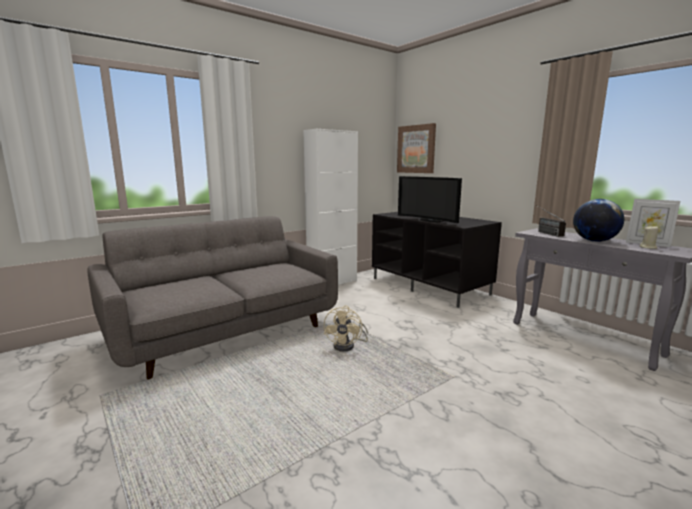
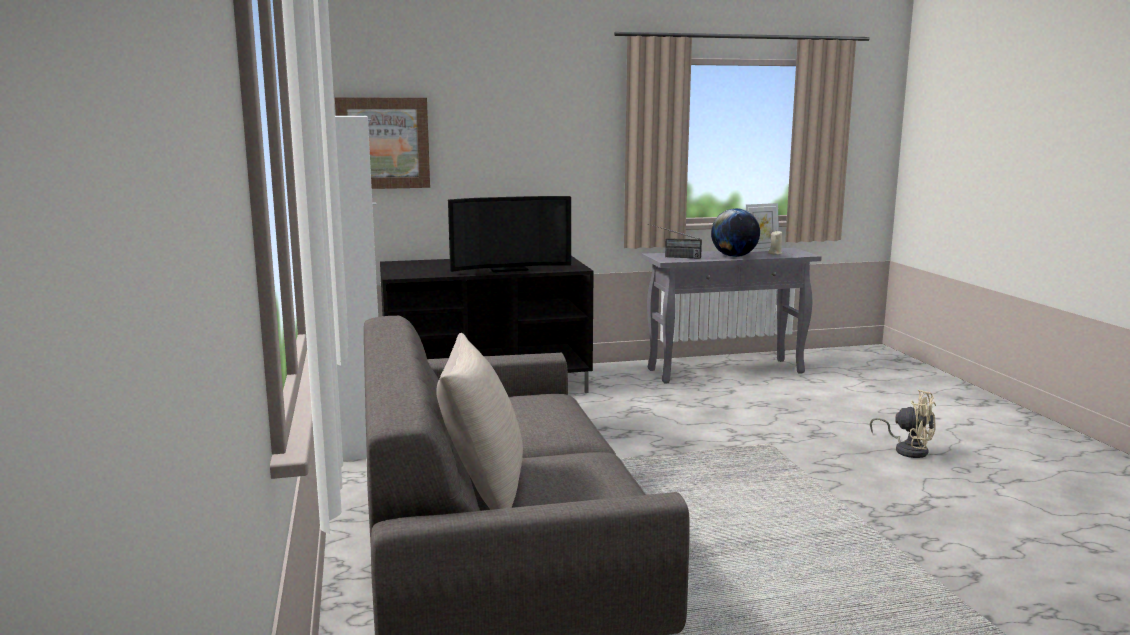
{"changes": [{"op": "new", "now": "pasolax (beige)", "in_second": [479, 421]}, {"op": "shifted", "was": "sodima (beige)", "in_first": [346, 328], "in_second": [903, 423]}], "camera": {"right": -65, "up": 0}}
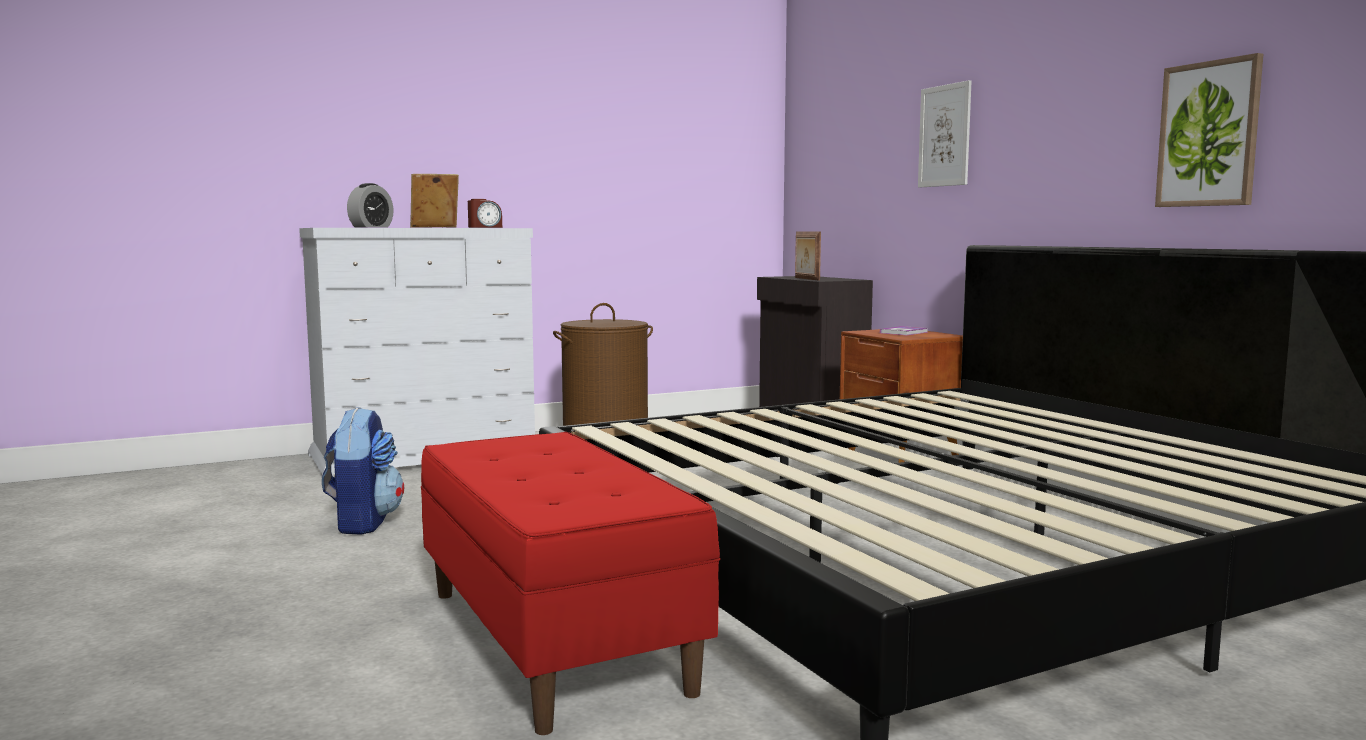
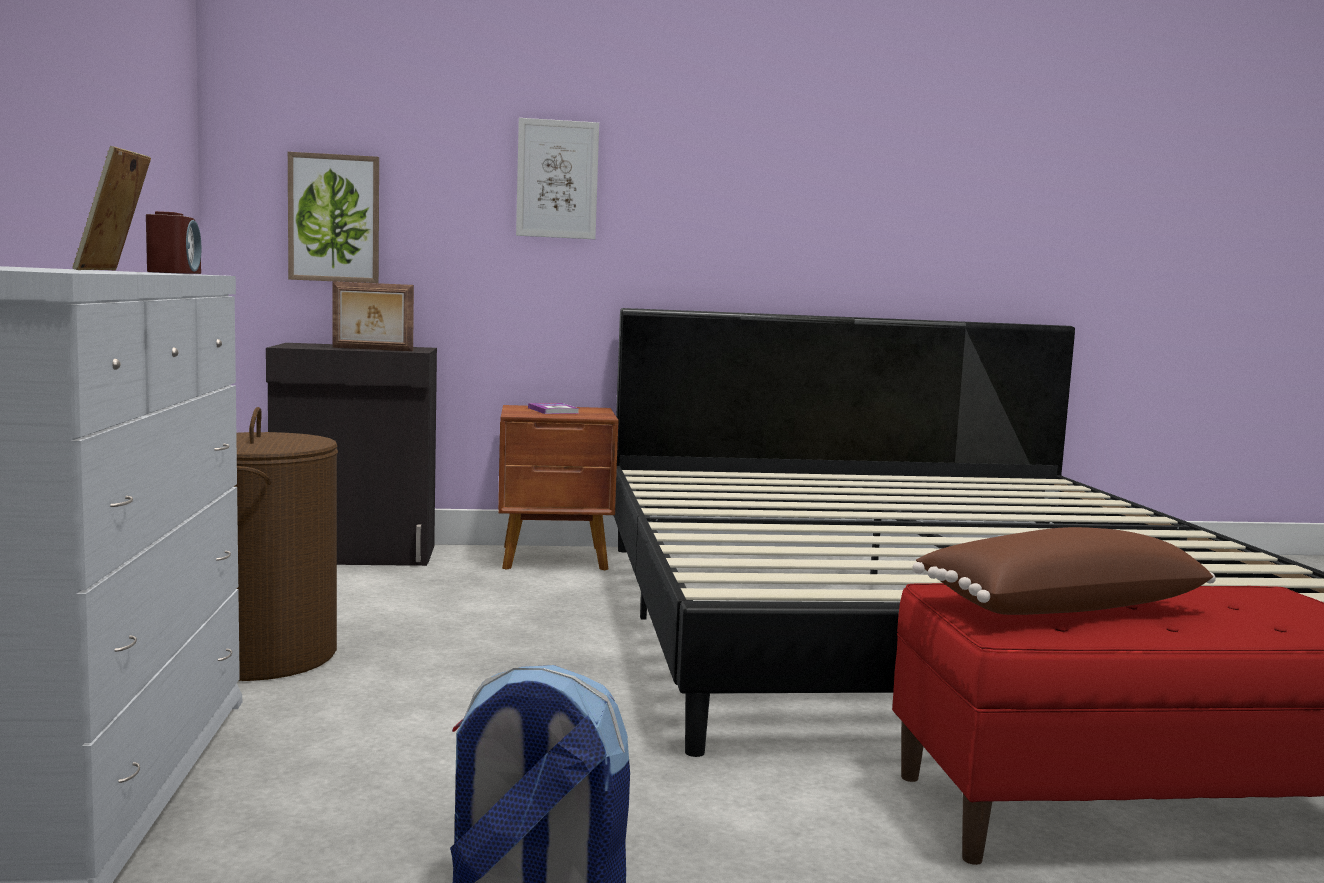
{"changes": [{"op": "shifted", "was": "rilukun", "in_first": [1209, 130], "in_second": [333, 217]}, {"op": "new", "now": "pasolax (brown)", "in_second": [1064, 571]}, {"op": "gone", "was": "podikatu", "in_first": [370, 205]}], "camera": {"right": -70, "up": 0}}
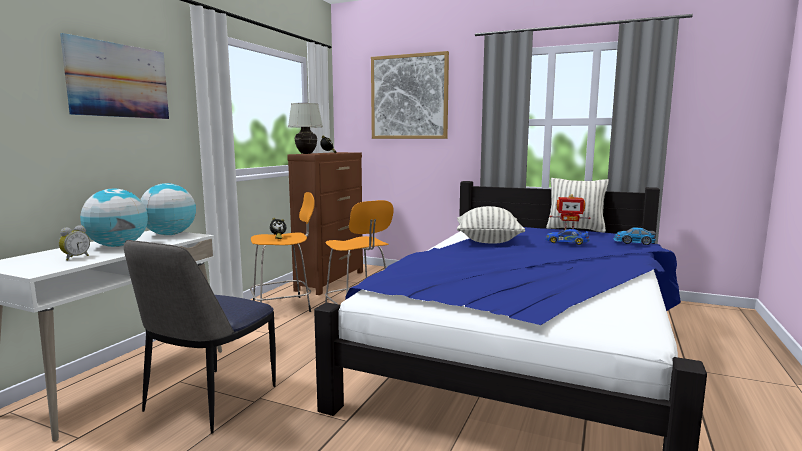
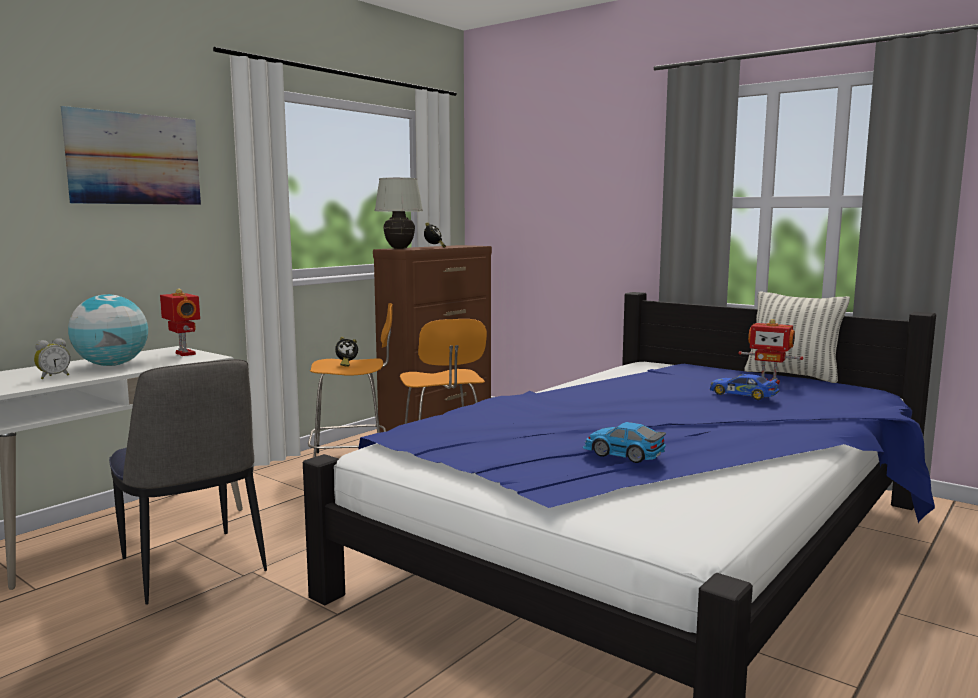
{"changes": [{"op": "rotated", "was": "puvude", "in_first": [200, 337], "in_second": [188, 482], "clockwise": -75}, {"op": "swapped", "was": "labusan", "now": "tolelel", "in_first": [168, 209], "in_second": [180, 322]}, {"op": "shifted", "was": "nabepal", "in_first": [634, 236], "in_second": [624, 442]}, {"op": "gone", "was": "rilukun", "in_first": [410, 95]}, {"op": "gone", "was": "pasolax", "in_first": [491, 225]}], "camera": {"right": 15, "up": 0}}
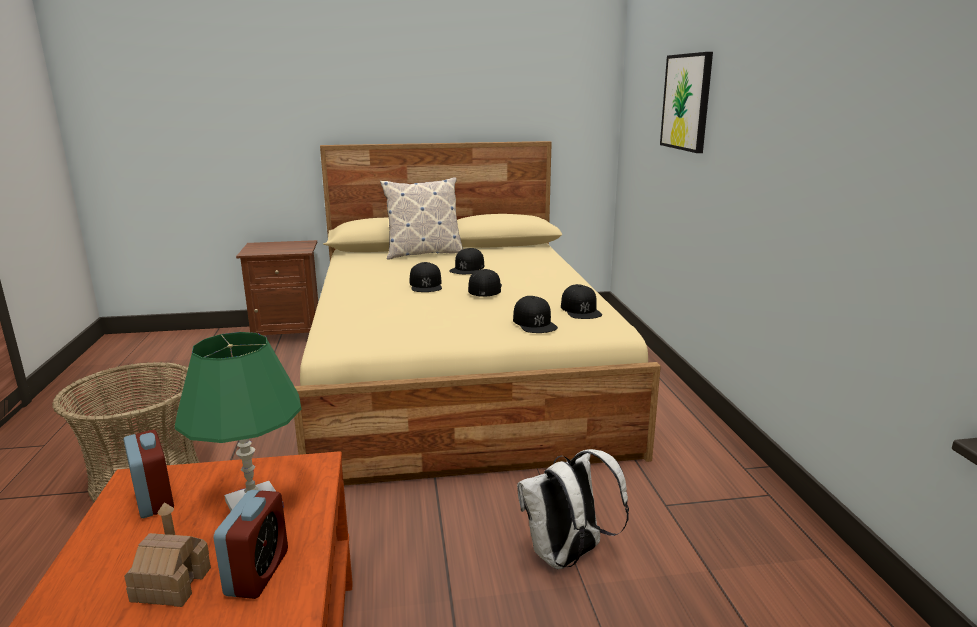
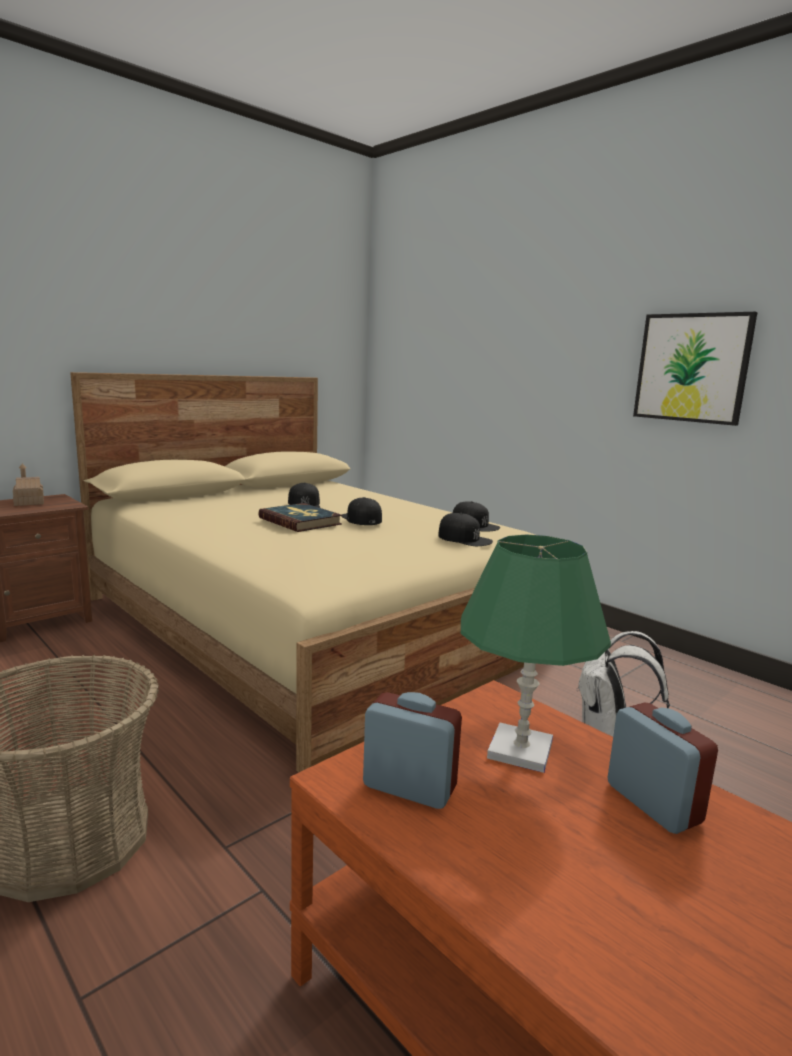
{"changes": [{"op": "shifted", "was": "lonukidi", "in_first": [167, 554], "in_second": [28, 484]}, {"op": "swapped", "was": "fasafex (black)", "now": "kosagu", "in_first": [426, 277], "in_second": [300, 517]}, {"op": "shifted", "was": "rilukun", "in_first": [686, 102], "in_second": [695, 369]}, {"op": "gone", "was": "pasolax", "in_first": [421, 218]}], "camera": {"right": -35, "up": -5}}
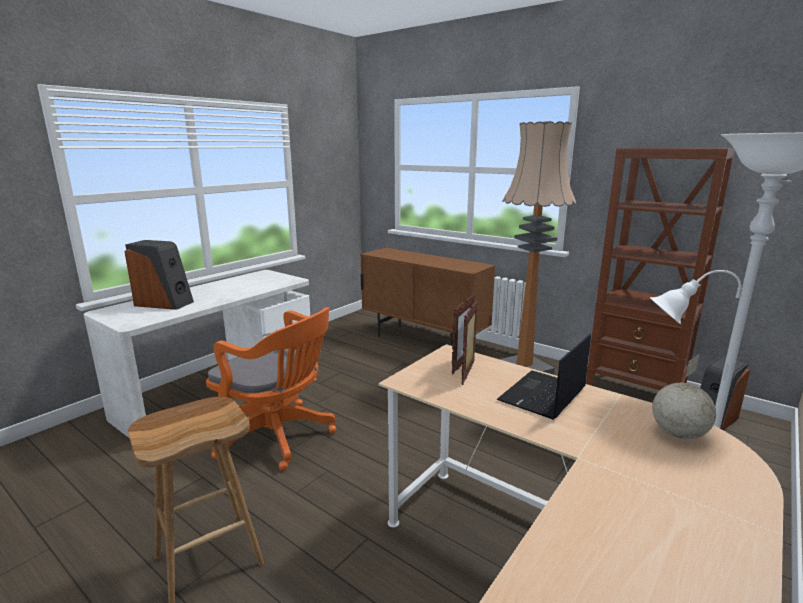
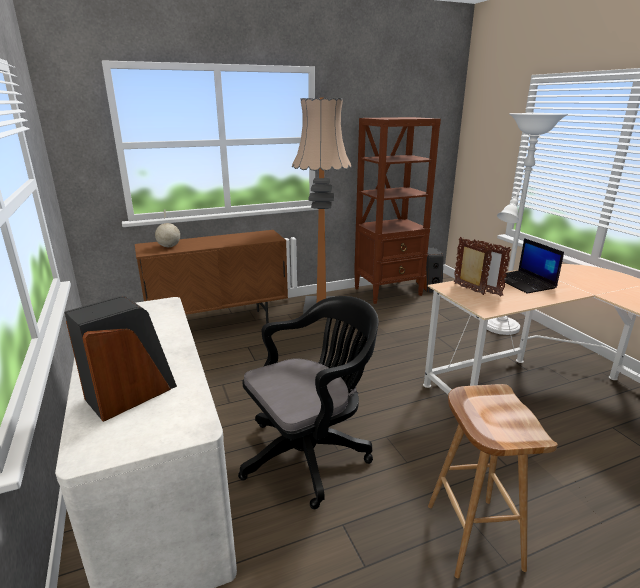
{"changes": [{"op": "shifted", "was": "labusan", "in_first": [684, 397], "in_second": [167, 228]}, {"op": "repainted", "was": "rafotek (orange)", "now": "rafotek (black)", "in_first": [271, 389], "in_second": [308, 402]}], "camera": {"right": -60, "up": 5}}
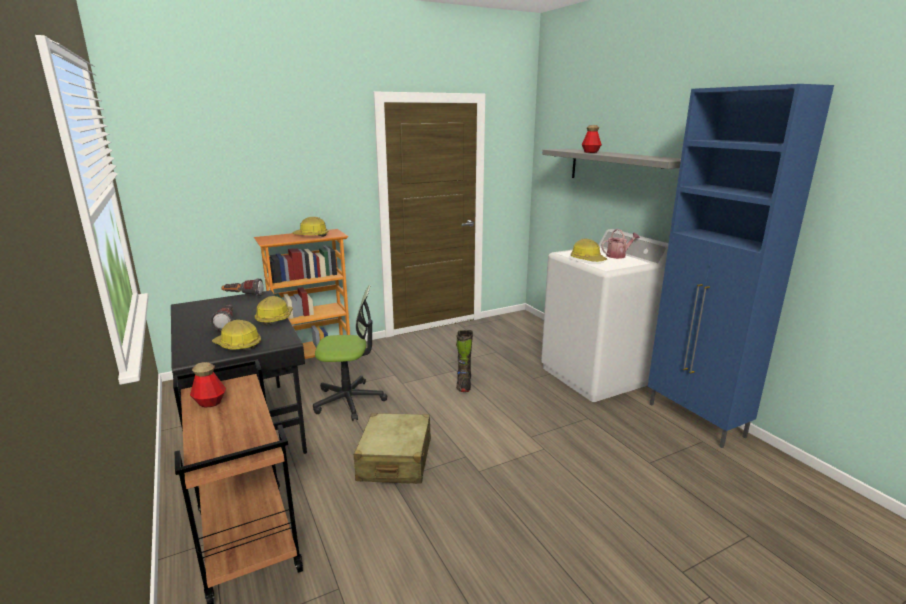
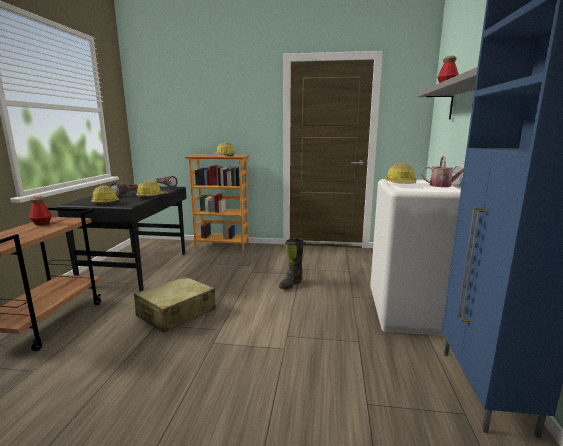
{"changes": [{"op": "gone", "was": "rafotek", "in_first": [350, 353]}], "camera": {"right": 35, "up": -5}}
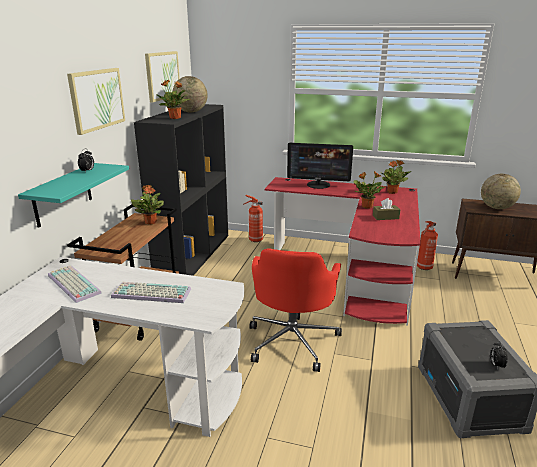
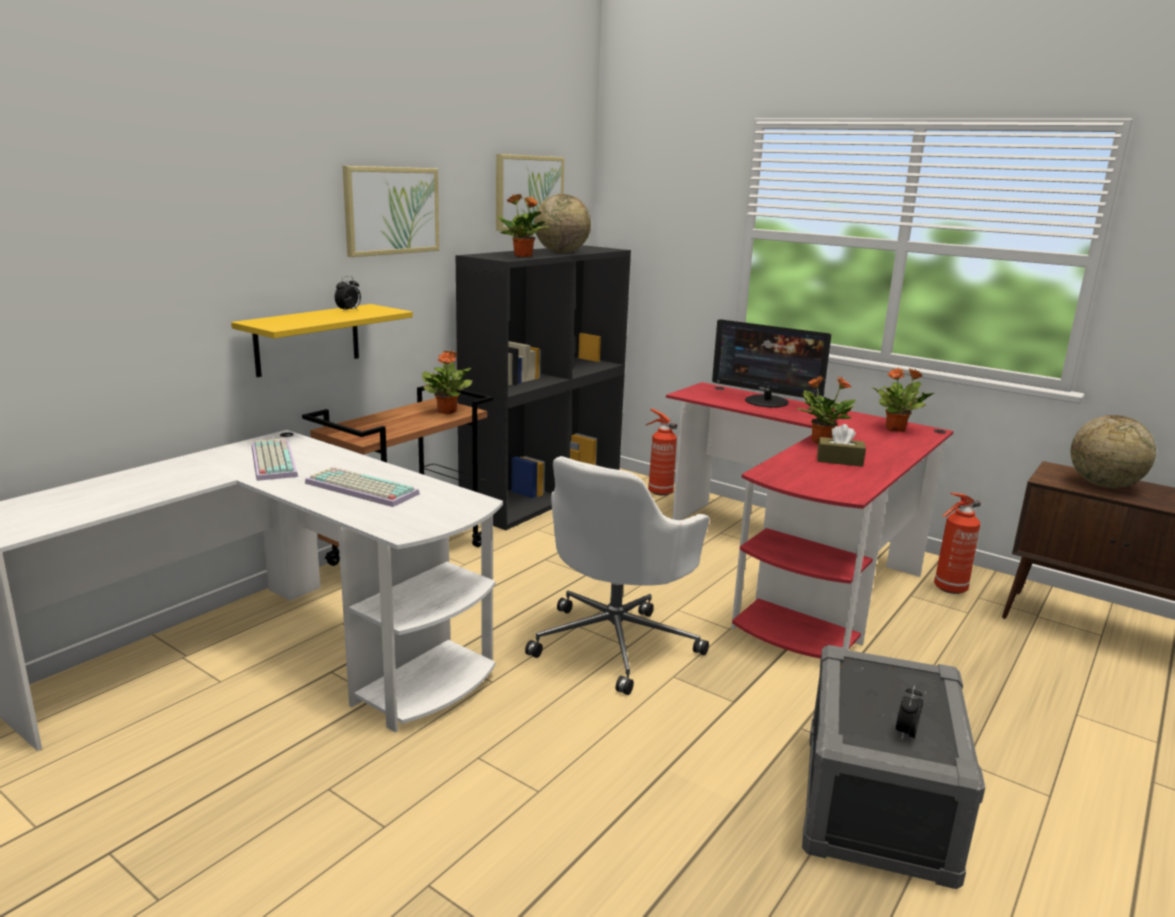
{"changes": [{"op": "repainted", "was": "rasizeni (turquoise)", "now": "rasizeni (yellow)", "in_first": [73, 195], "in_second": [322, 340]}, {"op": "repainted", "was": "rafotek (red)", "now": "rafotek (white)", "in_first": [295, 310], "in_second": [617, 575]}], "camera": {"right": 20, "up": -5}}
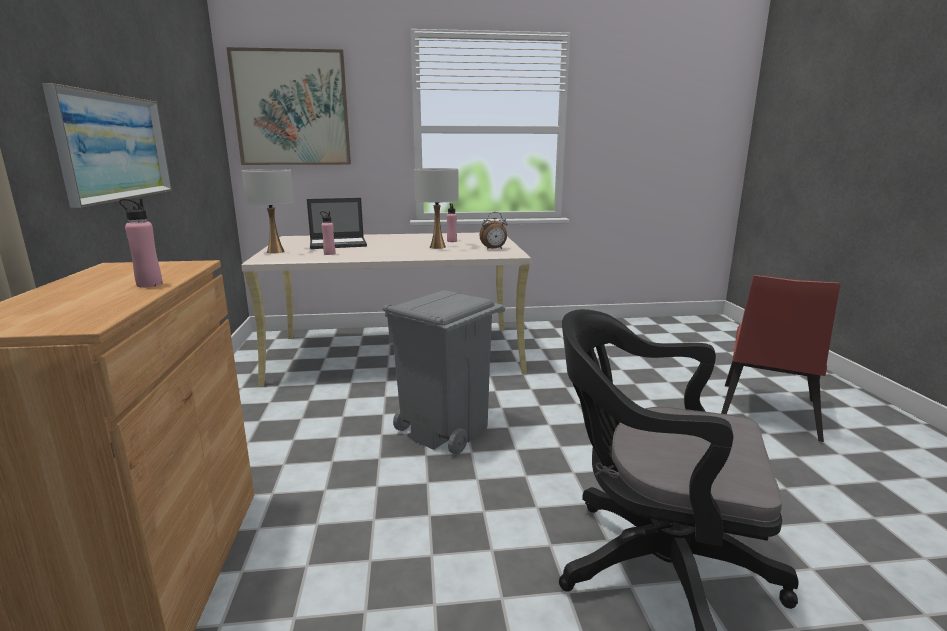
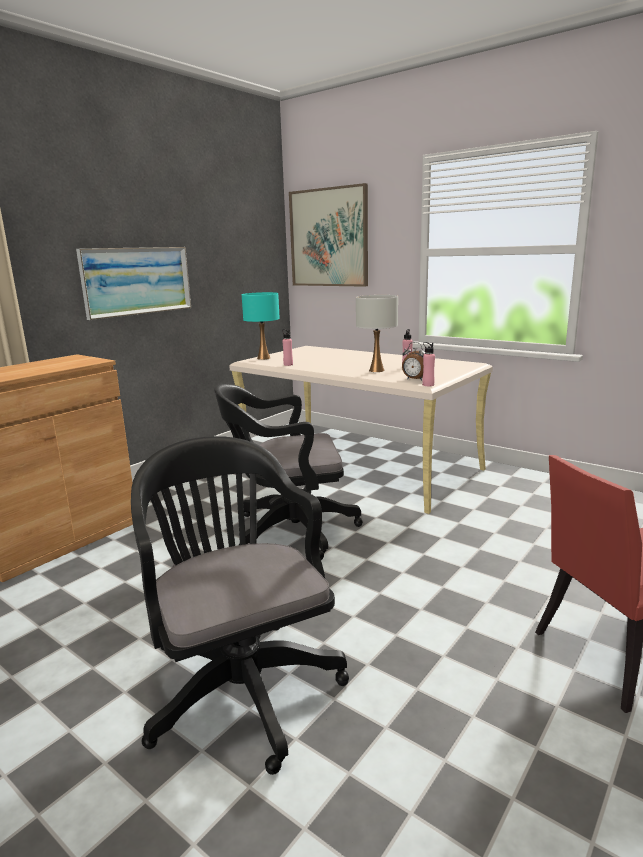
{"changes": [{"op": "swapped", "was": "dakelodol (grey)", "now": "rafotek (black)", "in_first": [444, 372], "in_second": [288, 472]}, {"op": "repainted", "was": "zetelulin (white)", "now": "zetelulin (turquoise)", "in_first": [268, 211], "in_second": [261, 326]}, {"op": "shifted", "was": "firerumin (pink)", "in_first": [141, 243], "in_second": [428, 364]}, {"op": "gone", "was": "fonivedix", "in_first": [337, 223]}], "camera": {"right": 45, "up": 0}}
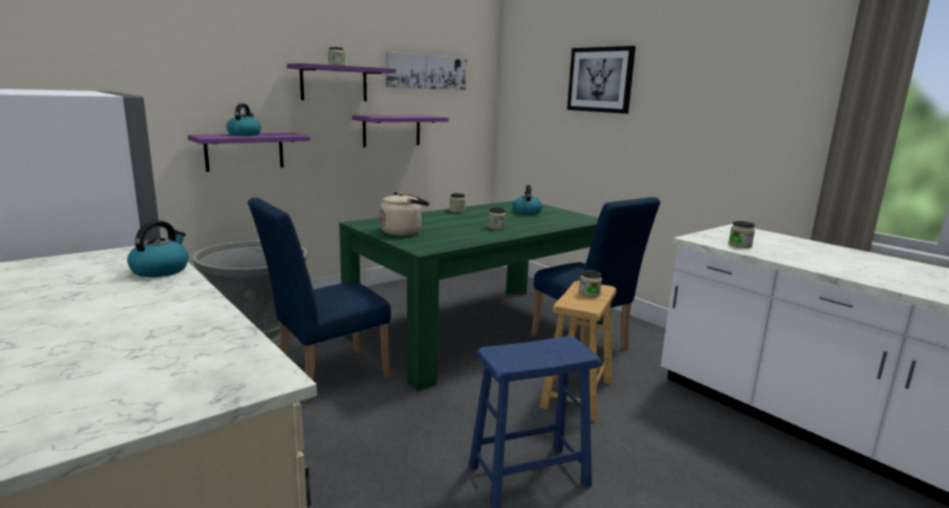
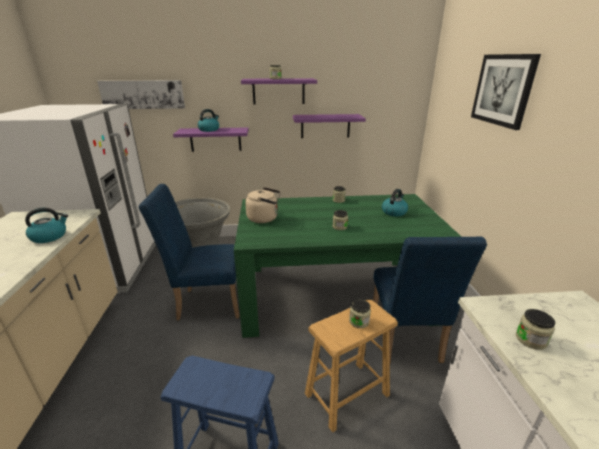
{"changes": [{"op": "shifted", "was": "rilukun", "in_first": [426, 71], "in_second": [141, 94]}], "camera": {"right": 35, "up": 10}}
